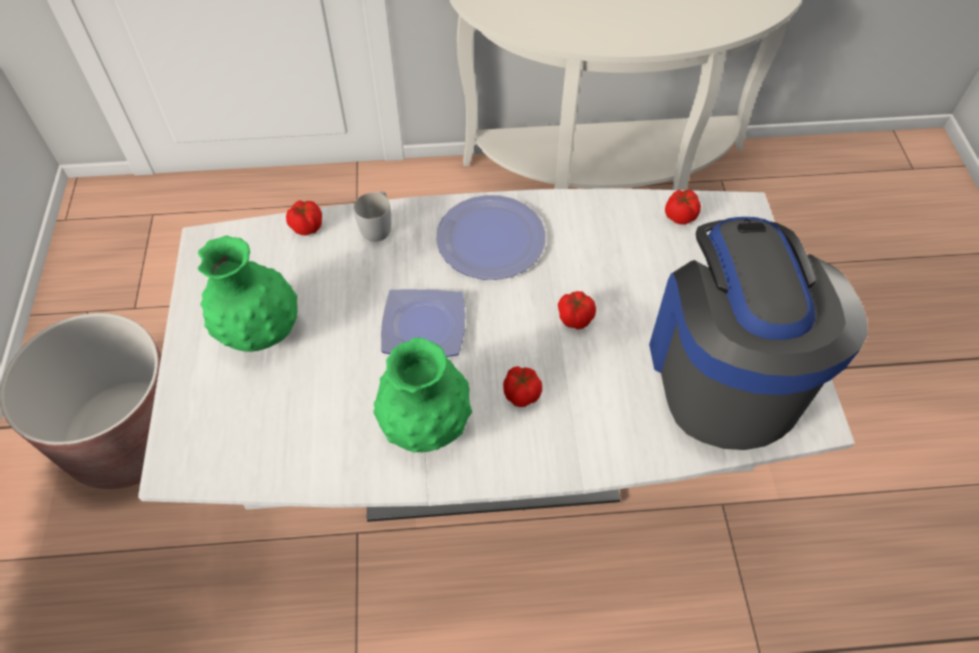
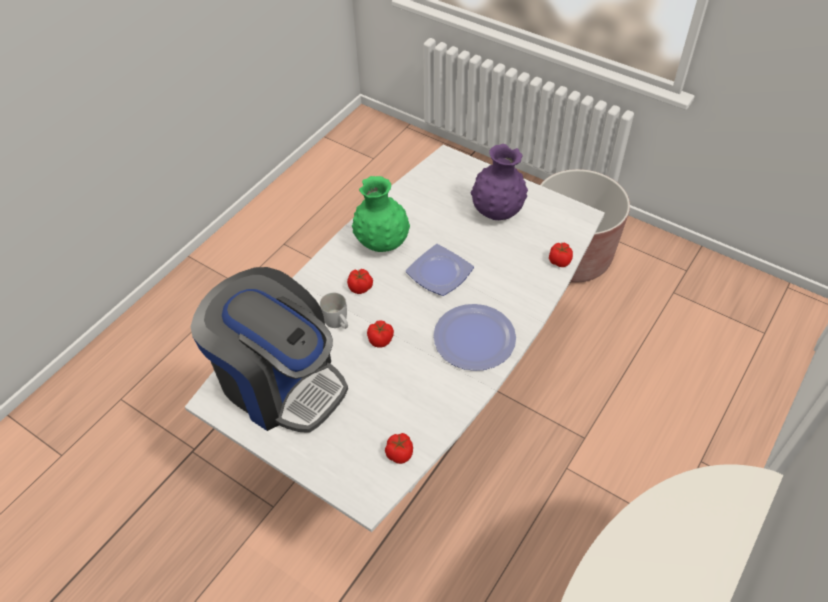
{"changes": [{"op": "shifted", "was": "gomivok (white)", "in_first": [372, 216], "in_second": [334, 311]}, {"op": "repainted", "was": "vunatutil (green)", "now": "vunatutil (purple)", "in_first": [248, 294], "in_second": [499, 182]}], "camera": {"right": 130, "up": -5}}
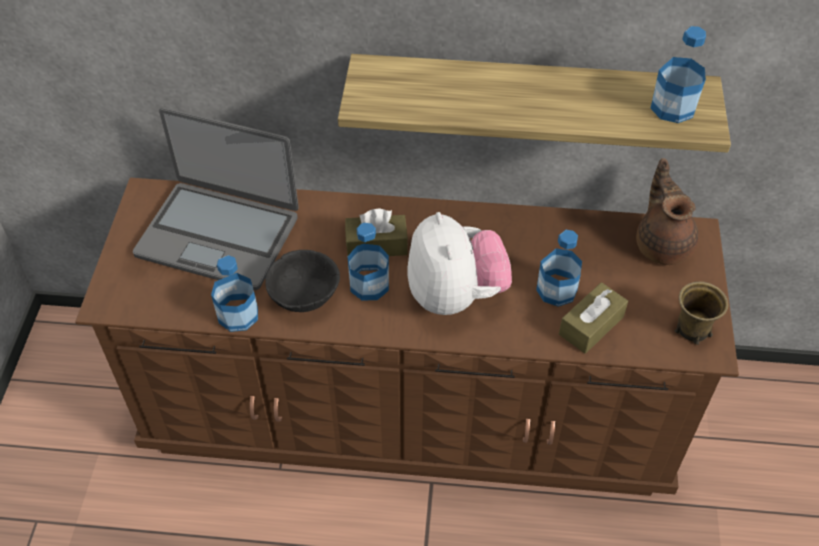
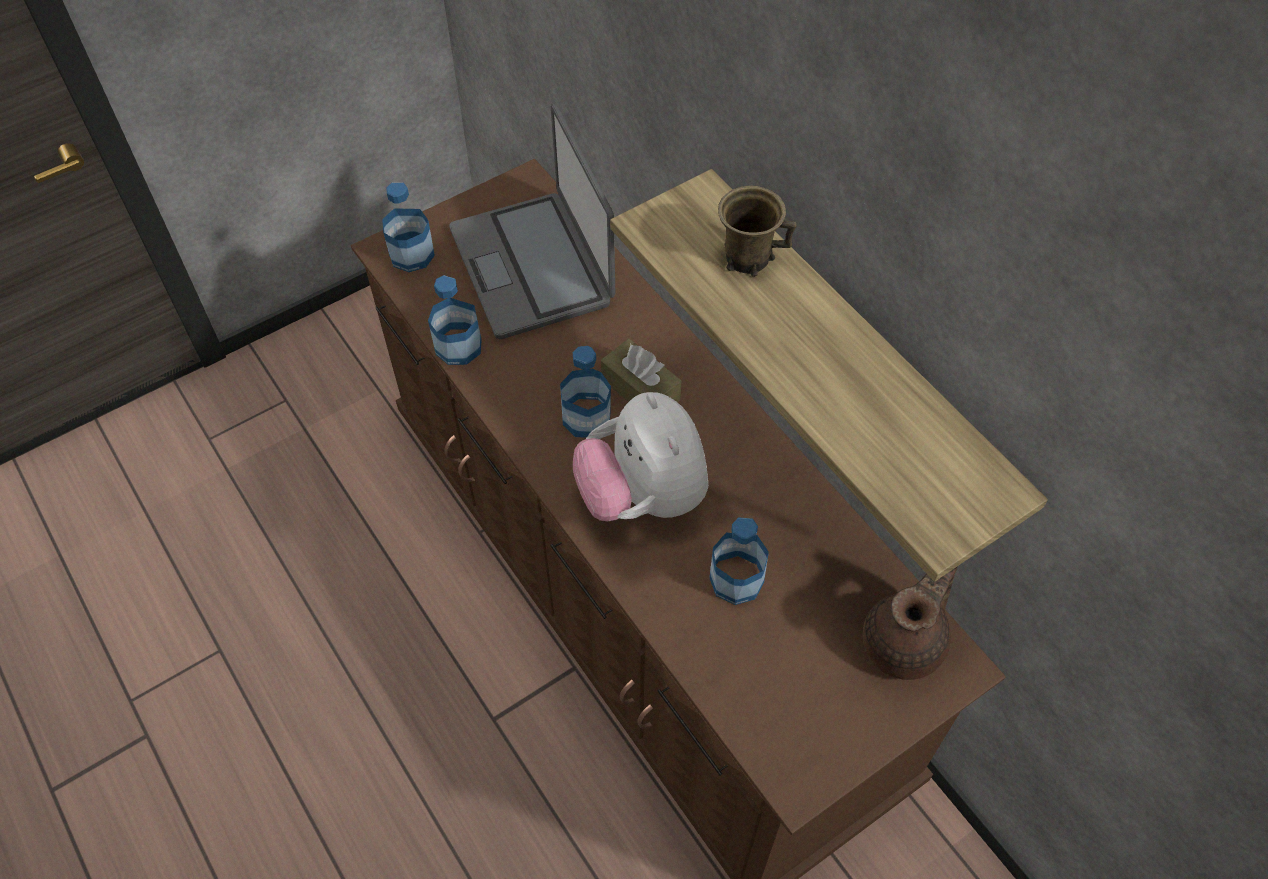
{"changes": [{"op": "shifted", "was": "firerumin", "in_first": [678, 74], "in_second": [408, 227]}, {"op": "rotated", "was": "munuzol", "in_first": [459, 263], "in_second": [640, 456], "clockwise": 120}, {"op": "shifted", "was": "gomivok (brown)", "in_first": [701, 313], "in_second": [757, 231]}, {"op": "gone", "was": "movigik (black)", "in_first": [302, 281]}, {"op": "gone", "was": "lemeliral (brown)", "in_first": [593, 318]}], "camera": {"right": 50, "up": 5}}
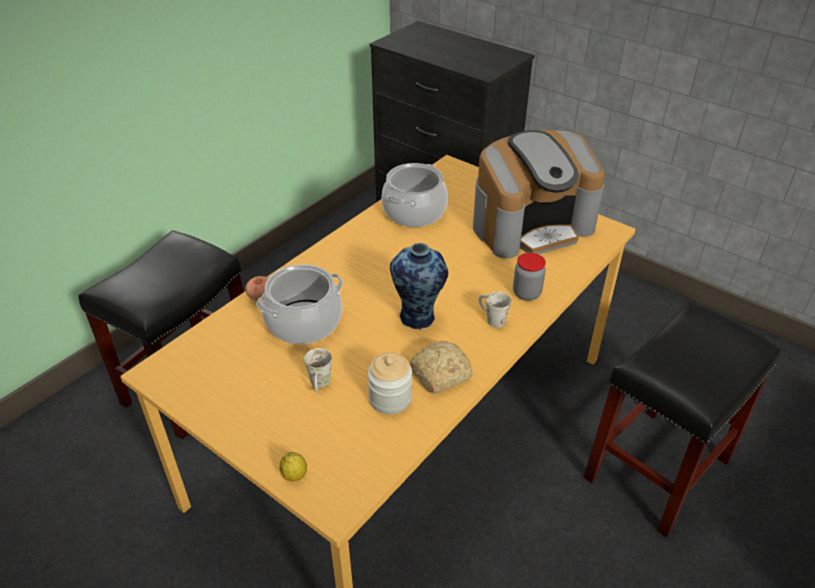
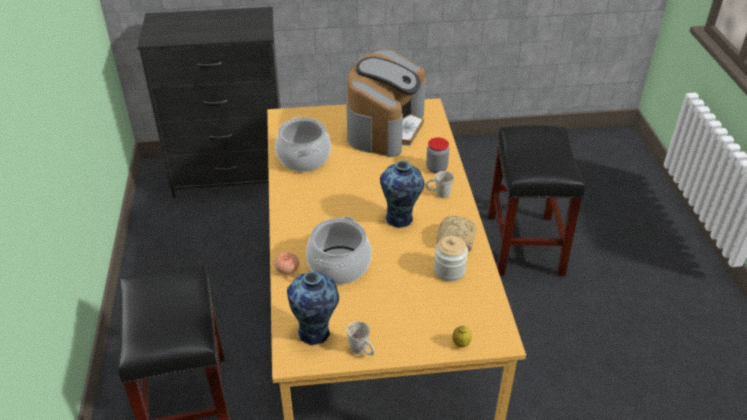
{"changes": [{"op": "new", "now": "vunatutil", "in_second": [313, 308]}, {"op": "shifted", "was": "gomivok (white)", "in_first": [318, 370], "in_second": [360, 338]}], "camera": {"right": -45, "up": 0}}
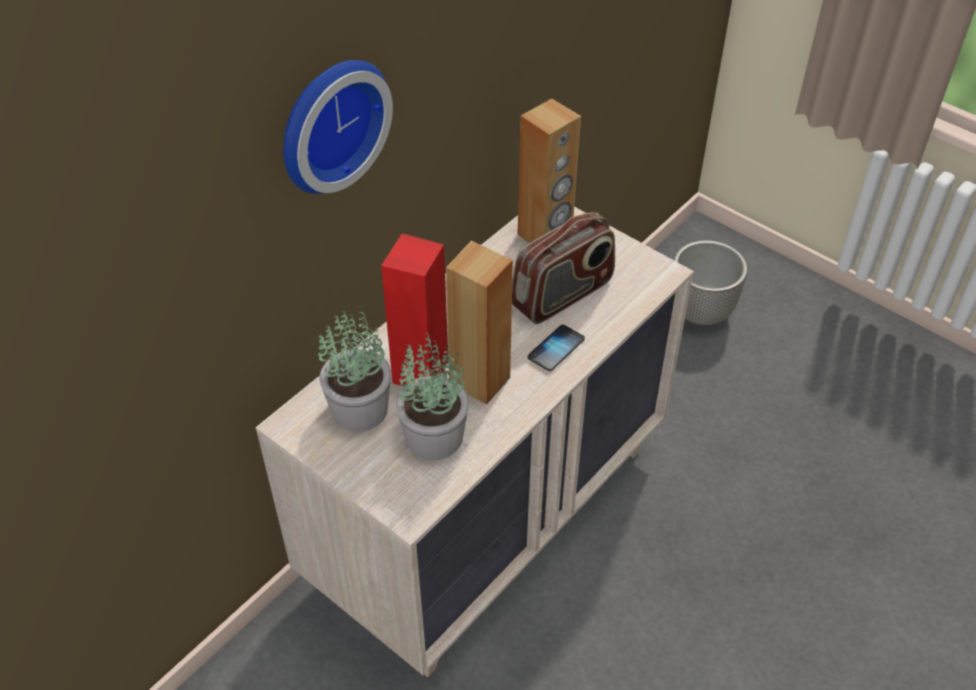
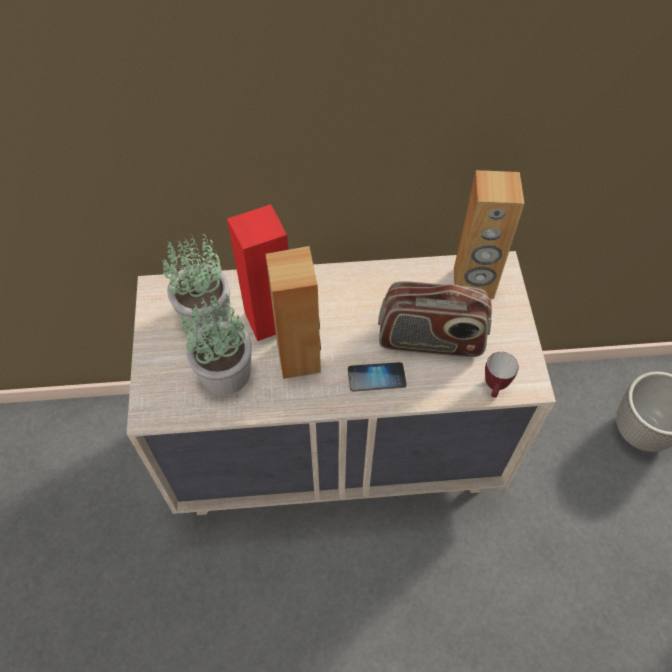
{"changes": [{"op": "new", "now": "gomivok", "in_second": [502, 375]}, {"op": "gone", "was": "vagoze", "in_first": [338, 127]}], "camera": {"right": 45, "up": 10}}
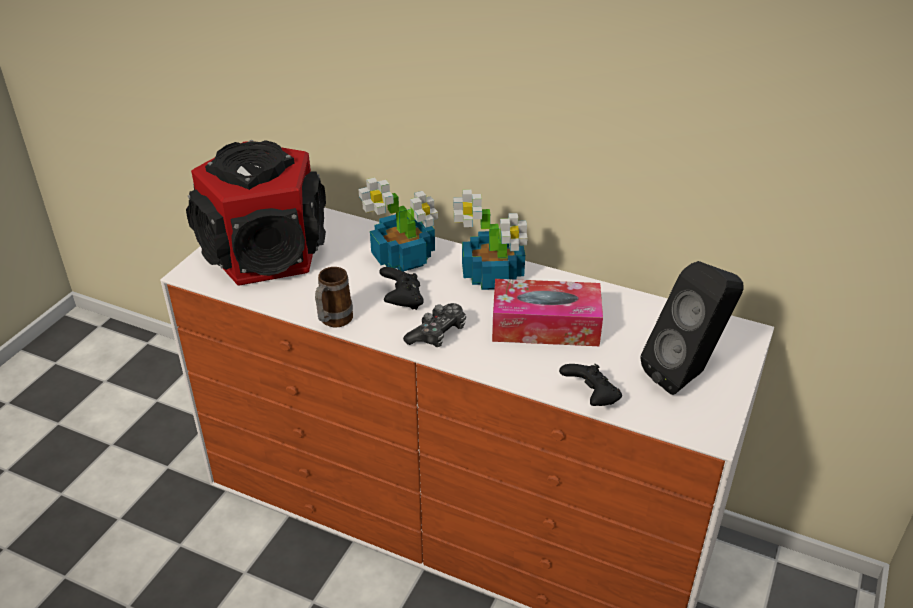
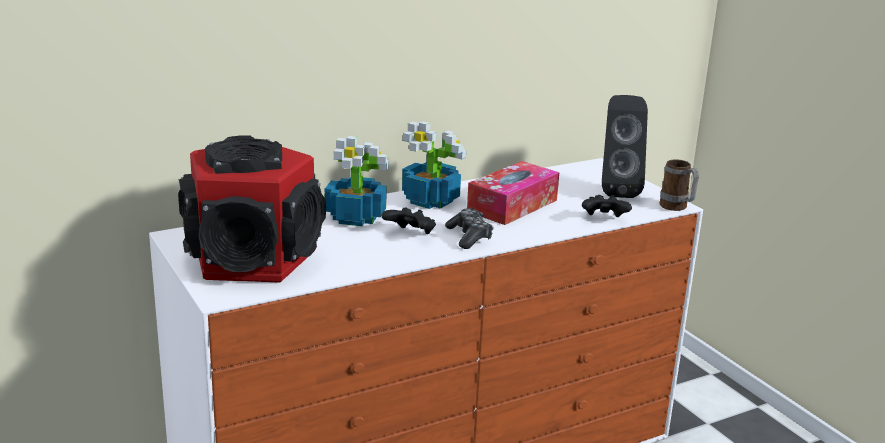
{"changes": [{"op": "shifted", "was": "gomivok", "in_first": [334, 297], "in_second": [679, 185]}], "camera": {"right": -55, "up": -15}}
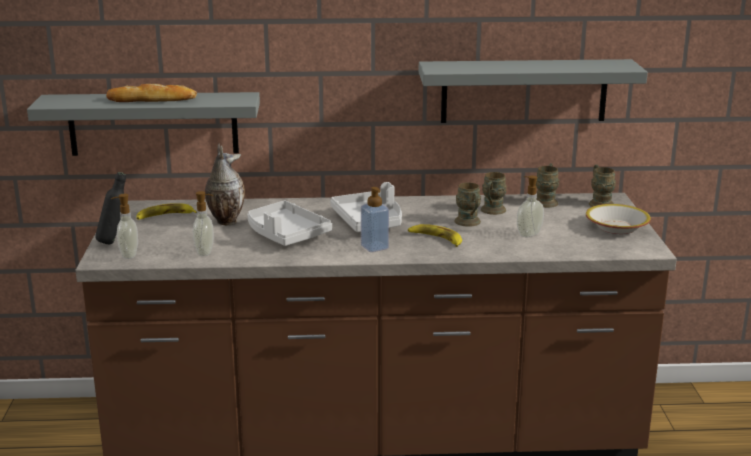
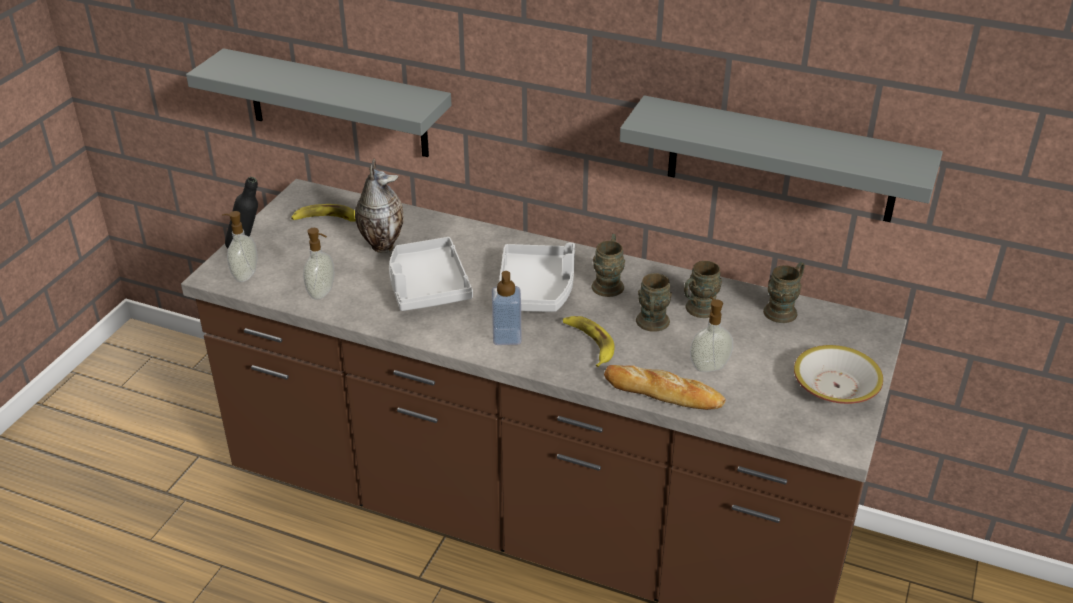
{"changes": [{"op": "shifted", "was": "gomivok (brown)", "in_first": [602, 186], "in_second": [608, 265]}, {"op": "shifted", "was": "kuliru", "in_first": [151, 93], "in_second": [665, 387]}], "camera": {"right": 25, "up": 15}}
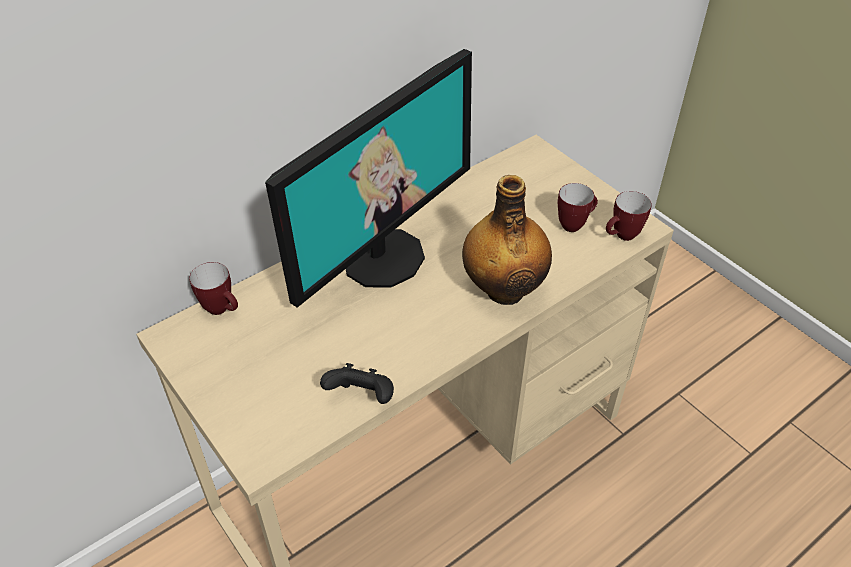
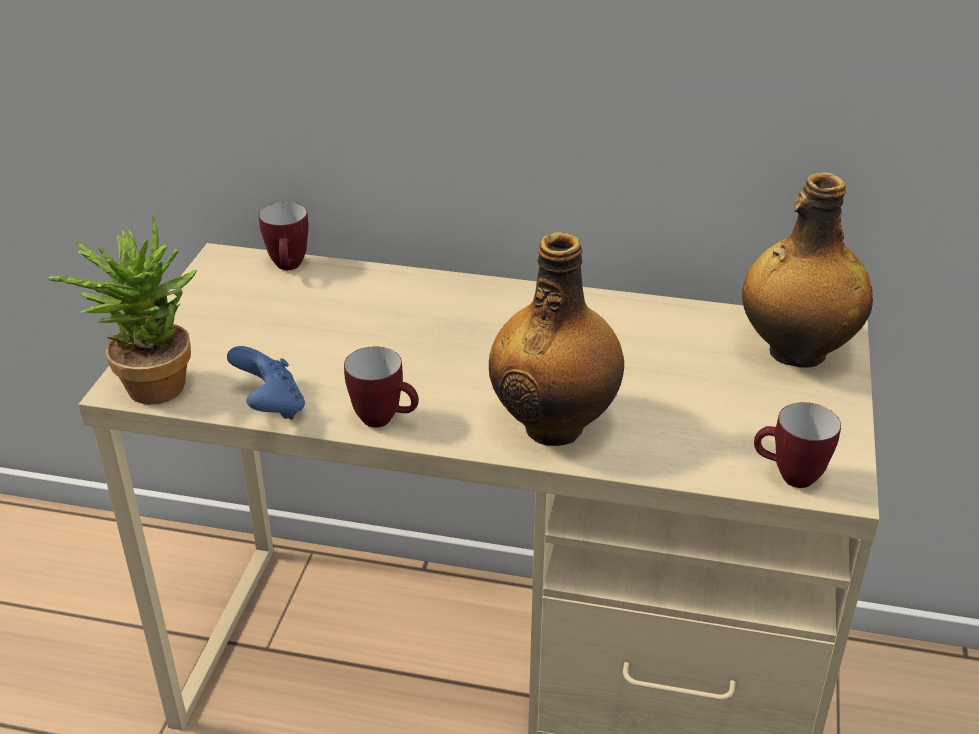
{"changes": [{"op": "new", "now": "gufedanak", "in_second": [122, 309]}, {"op": "repainted", "was": "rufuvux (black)", "now": "rufuvux (blue)", "in_first": [357, 383], "in_second": [266, 383]}, {"op": "shifted", "was": "gomivok", "in_first": [578, 207], "in_second": [381, 387]}, {"op": "new", "now": "firerumin", "in_second": [807, 270]}, {"op": "gone", "was": "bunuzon", "in_first": [368, 178]}], "camera": {"right": 50, "up": -10}}
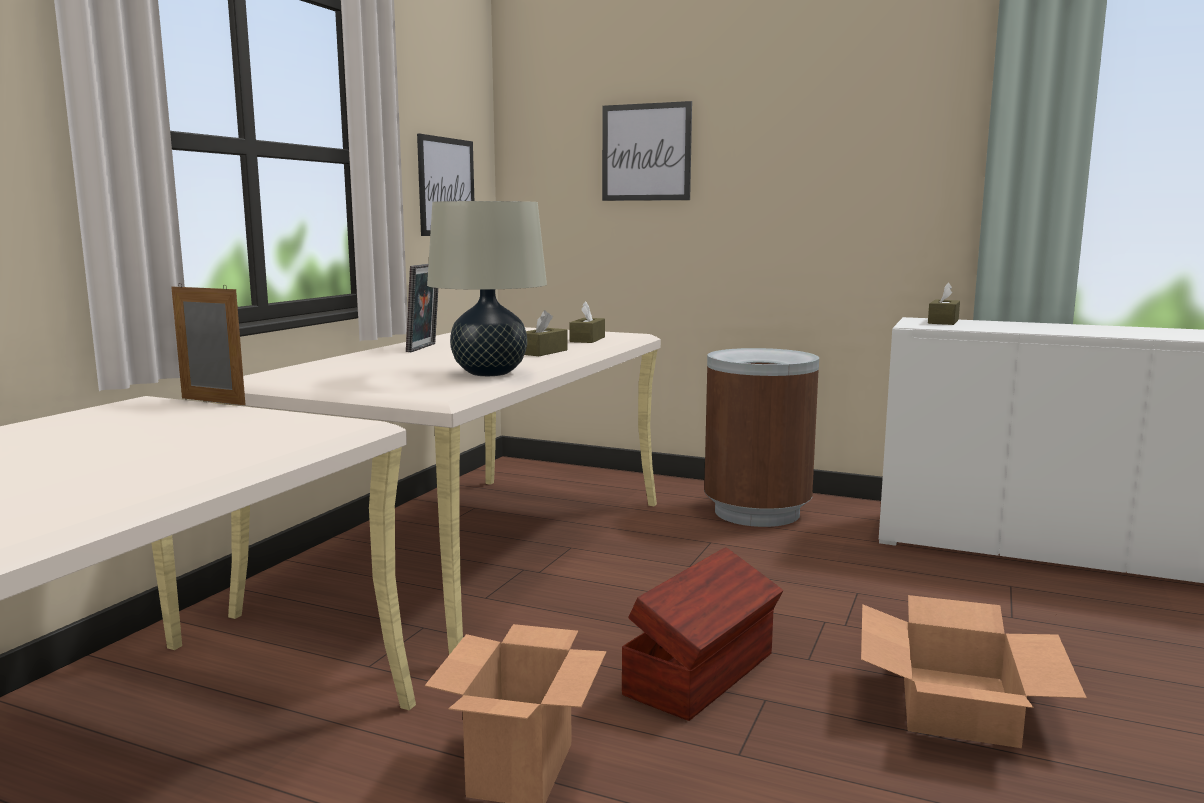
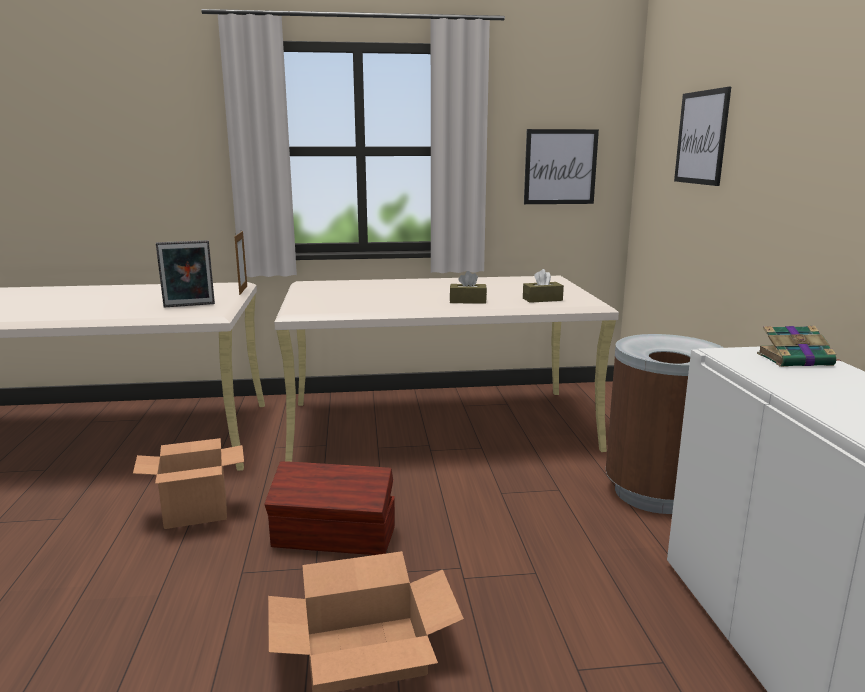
{"changes": [{"op": "shifted", "was": "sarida", "in_first": [422, 308], "in_second": [185, 273]}, {"op": "swapped", "was": "lemeliral (brown)", "now": "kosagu", "in_first": [944, 303], "in_second": [799, 346]}, {"op": "gone", "was": "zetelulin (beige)", "in_first": [487, 288]}], "camera": {"right": 60, "up": 5}}
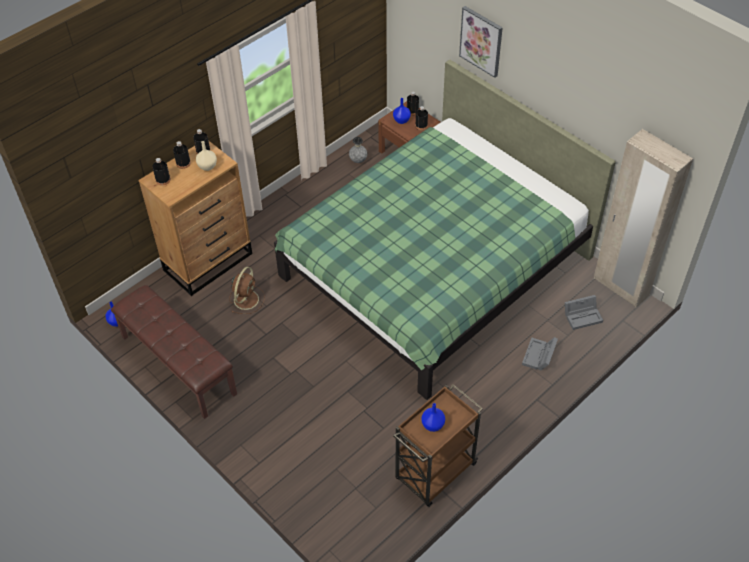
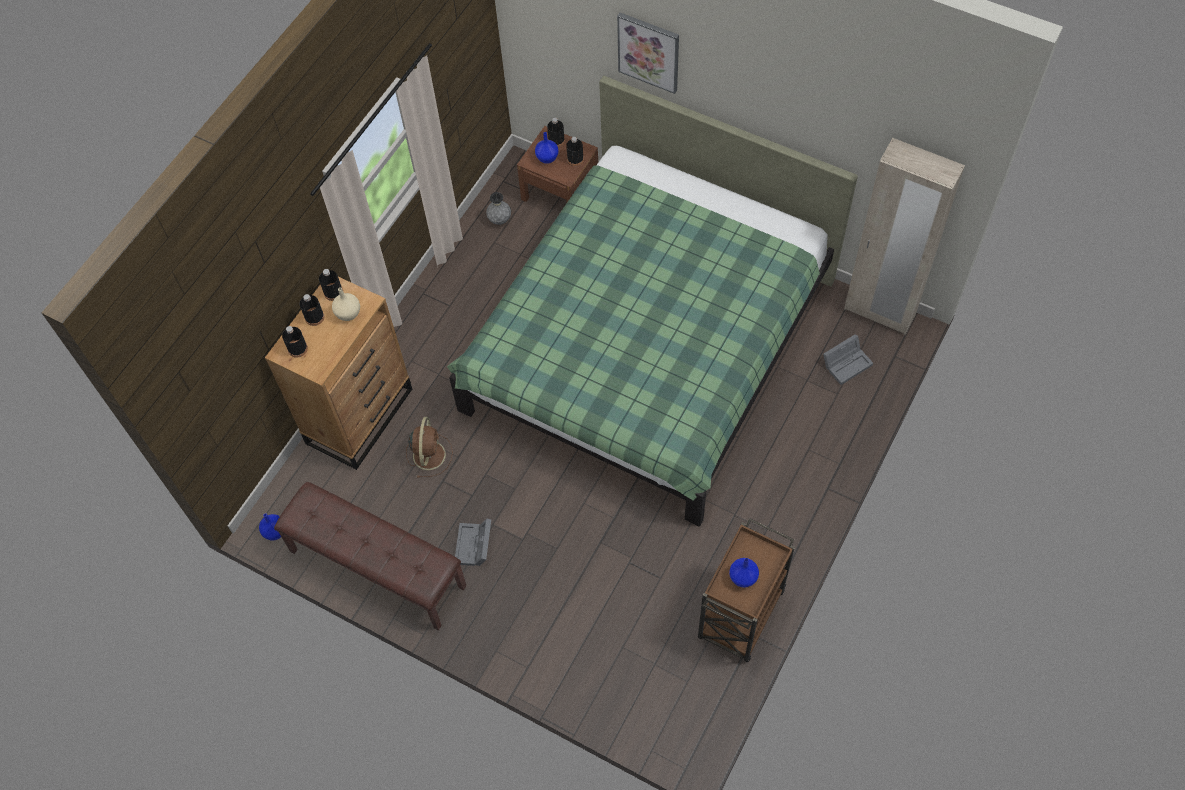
{"changes": [{"op": "shifted", "was": "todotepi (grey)", "in_first": [540, 354], "in_second": [473, 542]}], "camera": {"right": -15, "up": 10}}
